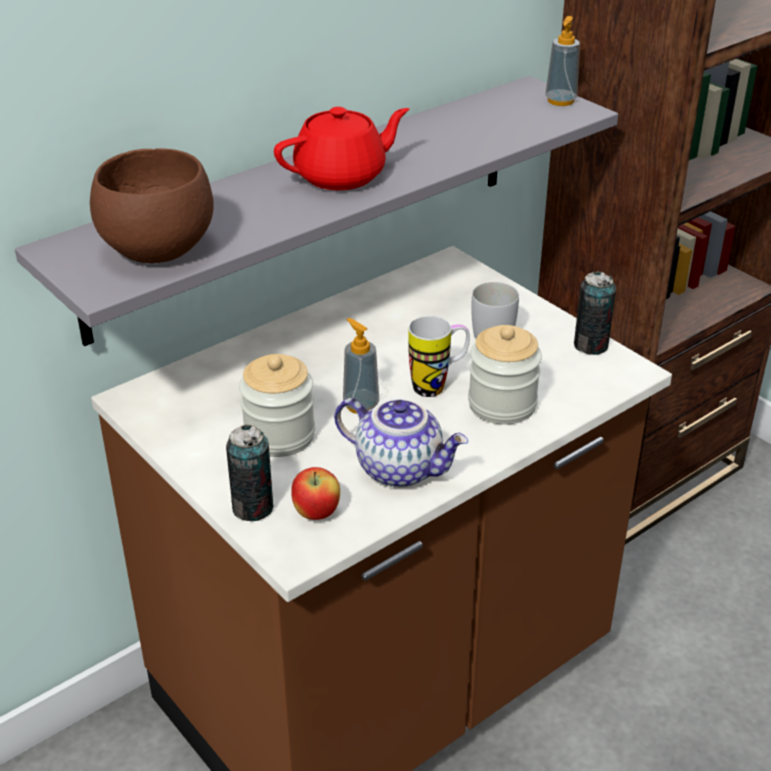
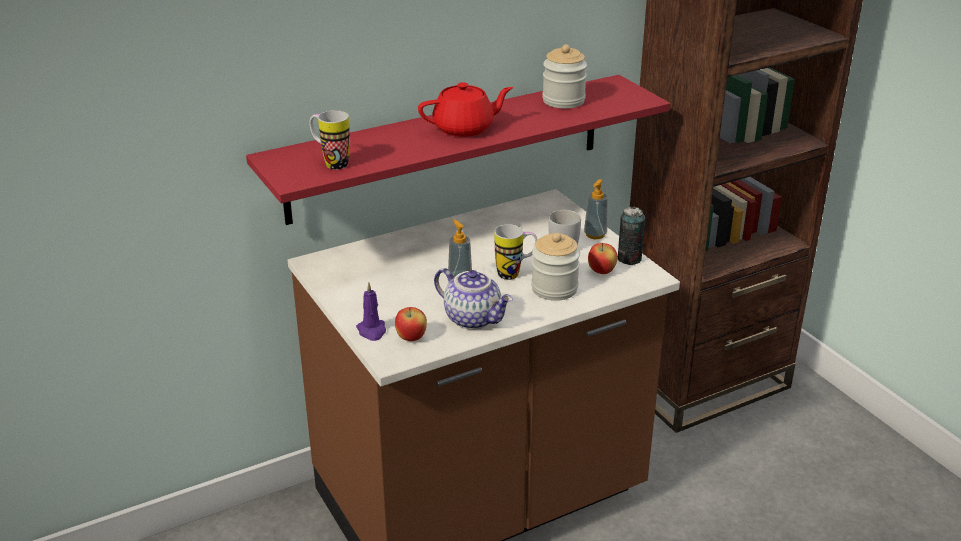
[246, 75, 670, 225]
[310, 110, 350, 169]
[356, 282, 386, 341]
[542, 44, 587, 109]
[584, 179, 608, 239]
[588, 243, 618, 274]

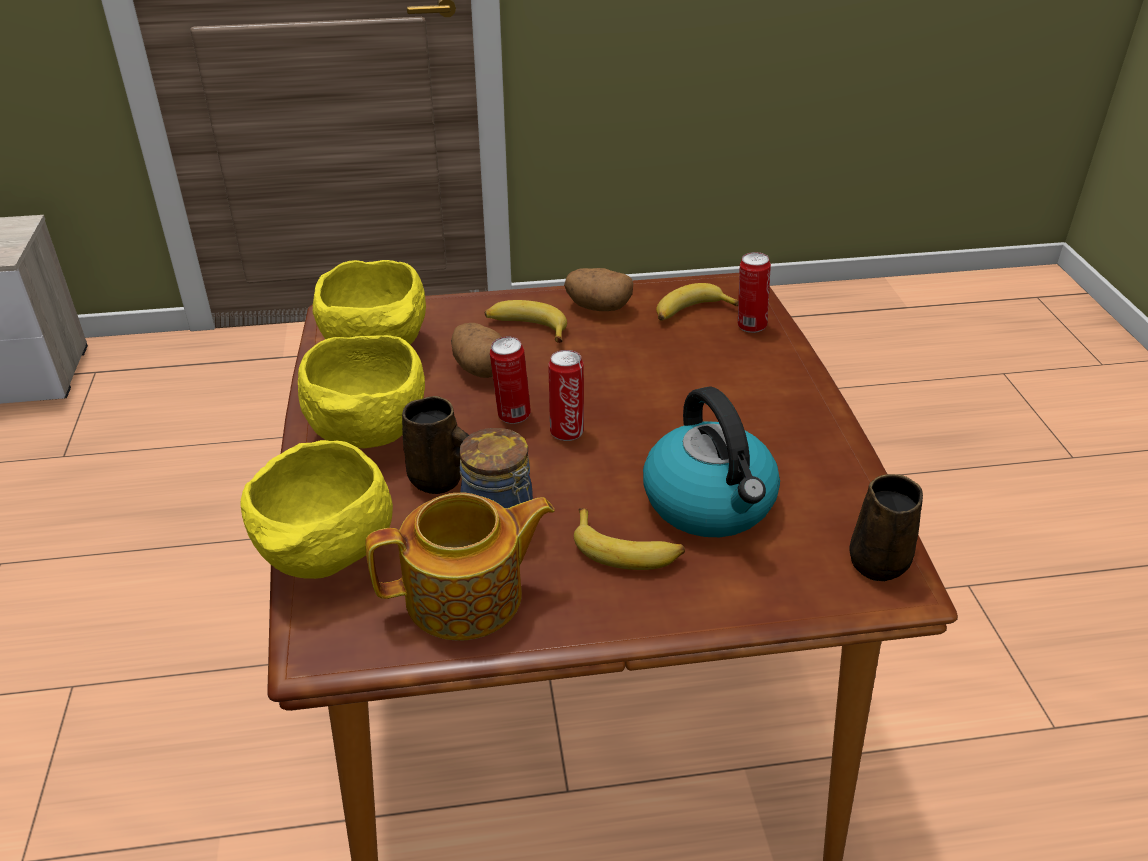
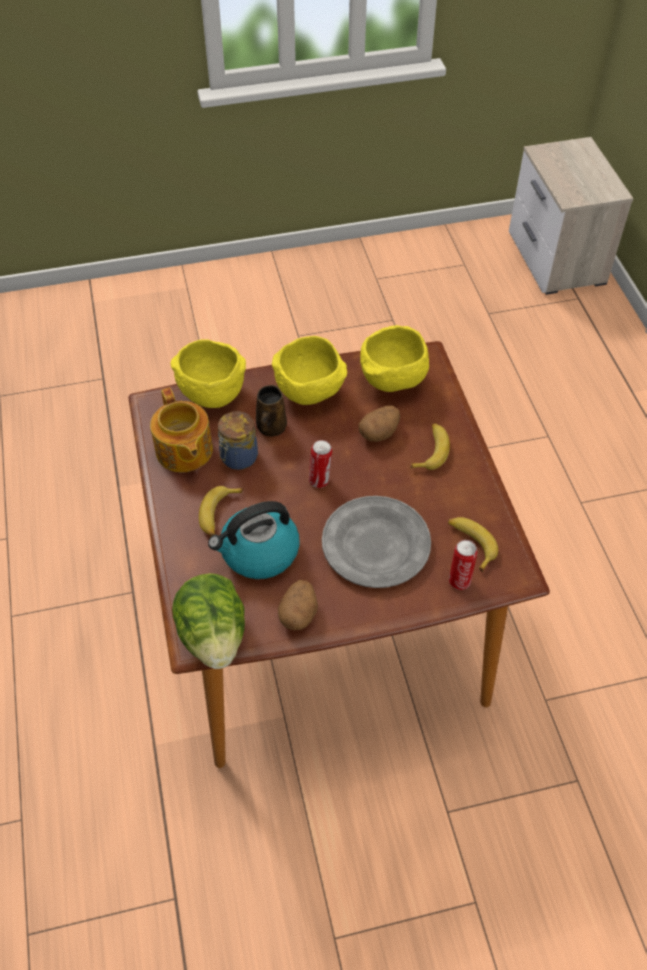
[490, 336, 531, 424] (first image)
[278, 580, 318, 630]
[172, 573, 245, 669]
[322, 496, 431, 588]

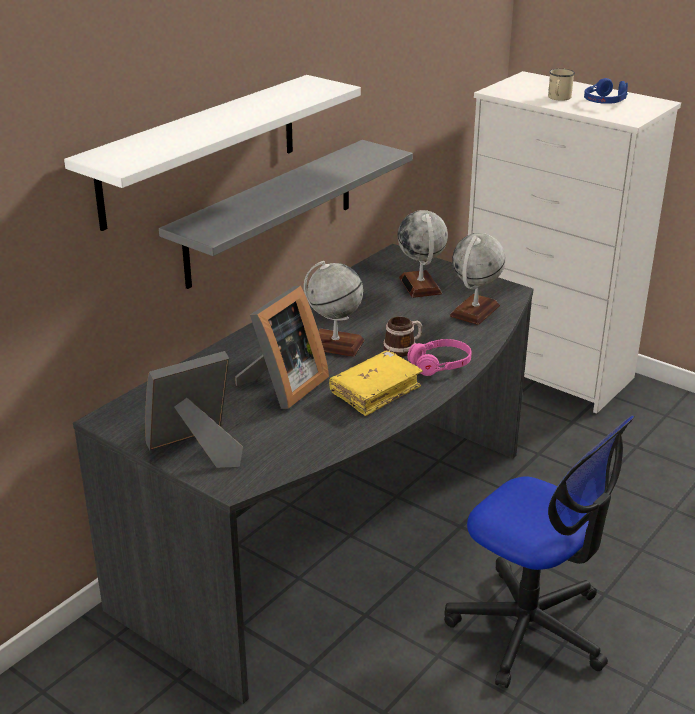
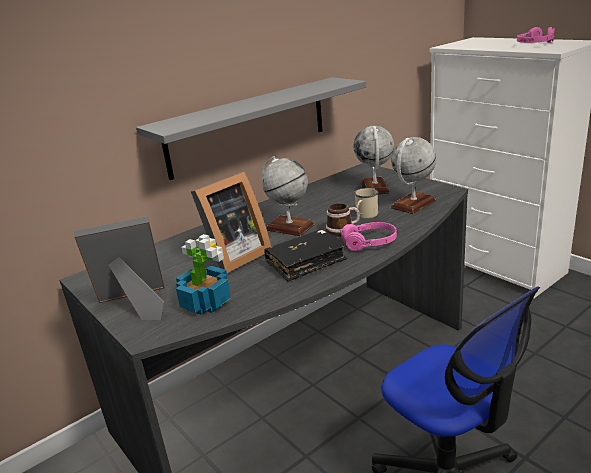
[64, 75, 361, 231] (first image)
[264, 229, 347, 282]
[354, 188, 378, 219]
[517, 27, 554, 43]
[176, 234, 231, 315]

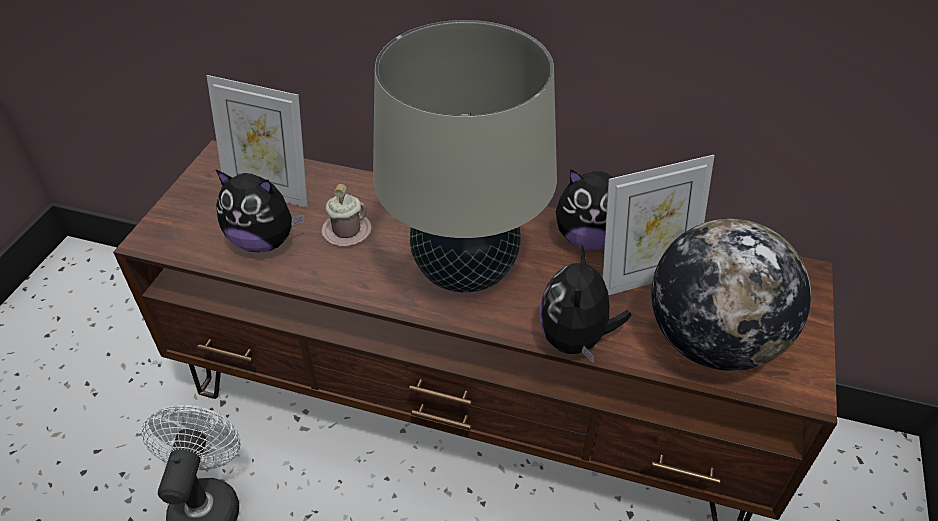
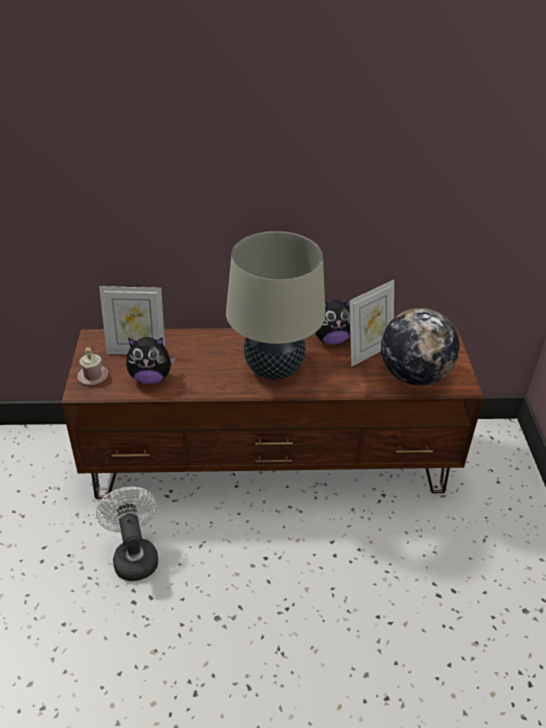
[77, 347, 108, 385]
[540, 245, 632, 363] (first image)

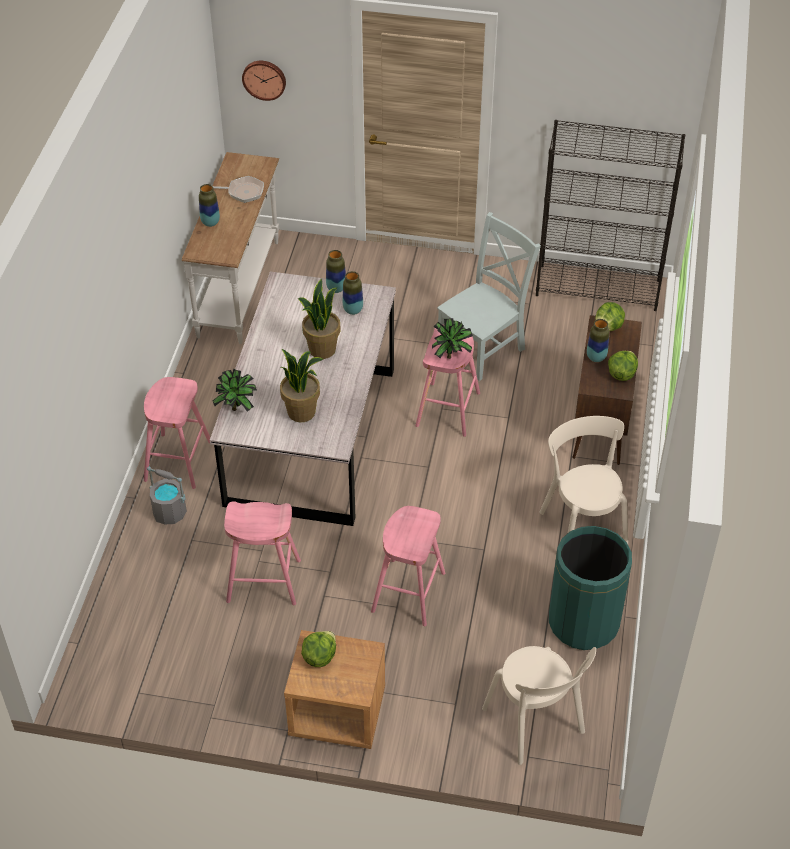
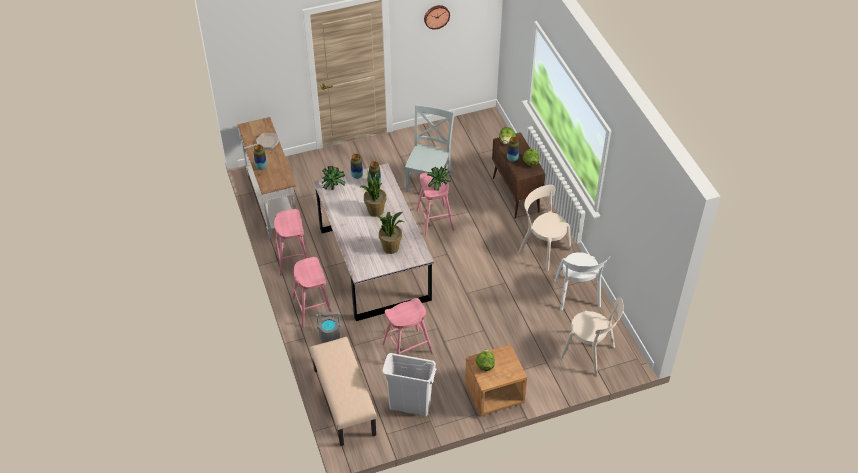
[322, 166, 345, 190]
[424, 5, 450, 30]
[274, 209, 307, 276]
[536, 120, 685, 311] (first image)
[554, 252, 610, 310]
[310, 337, 377, 446]
[382, 353, 436, 416]

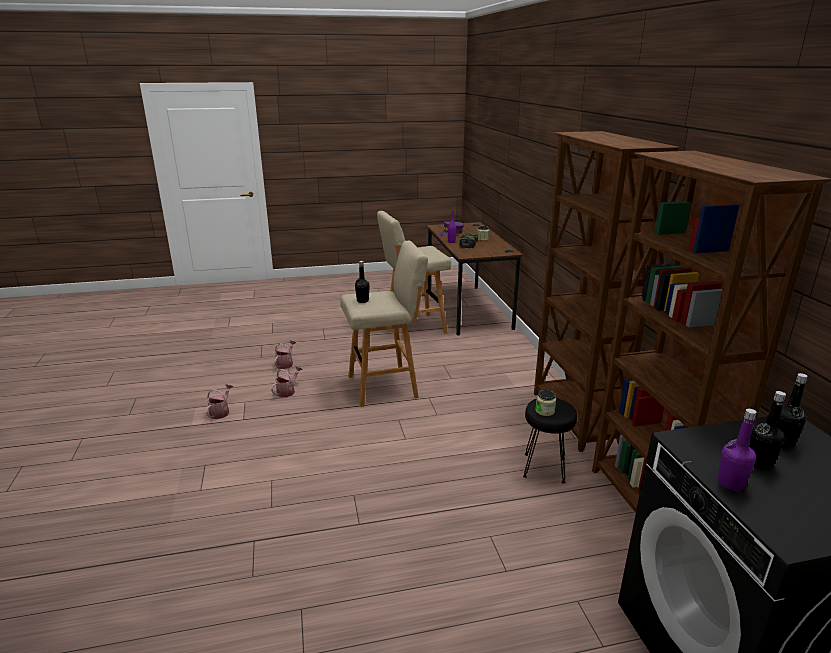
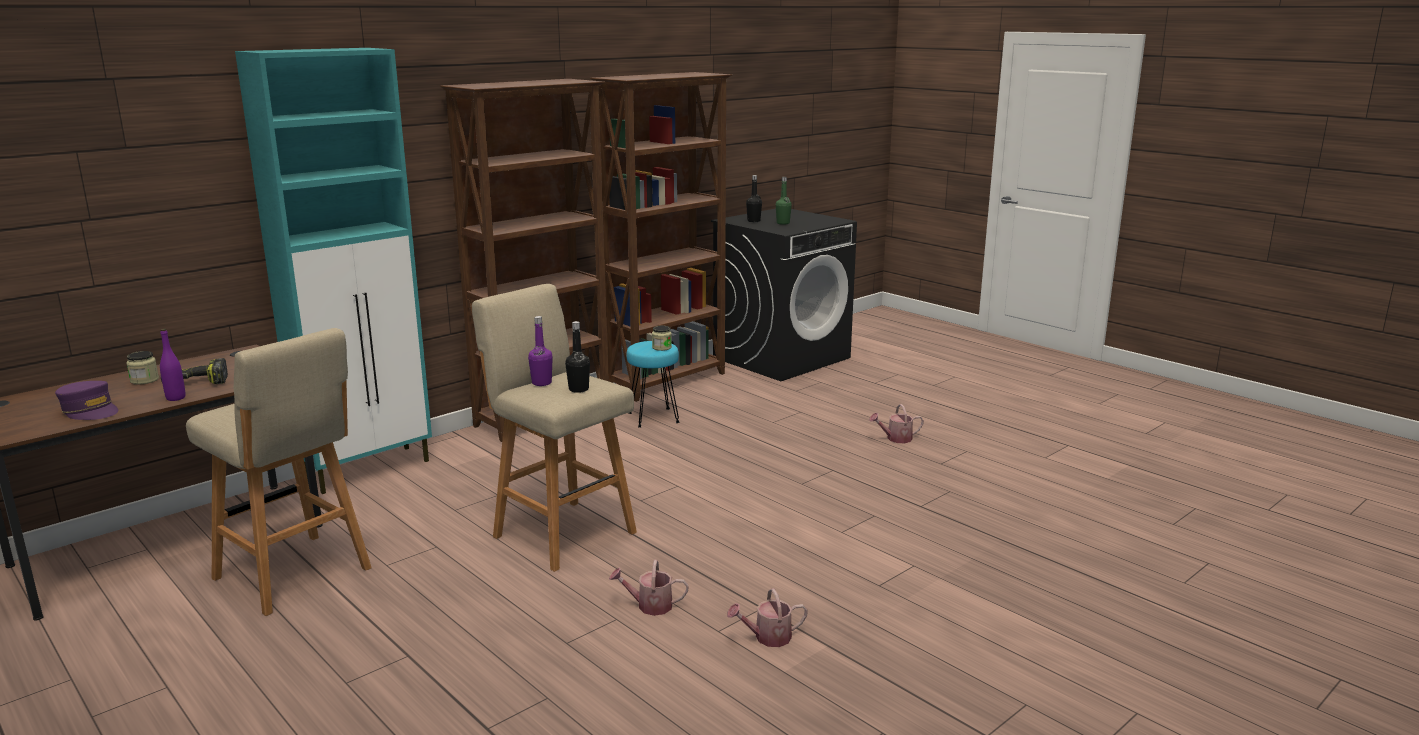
[869, 404, 924, 443]
[627, 341, 680, 428]
[528, 316, 553, 386]
[776, 177, 792, 225]
[235, 48, 432, 494]

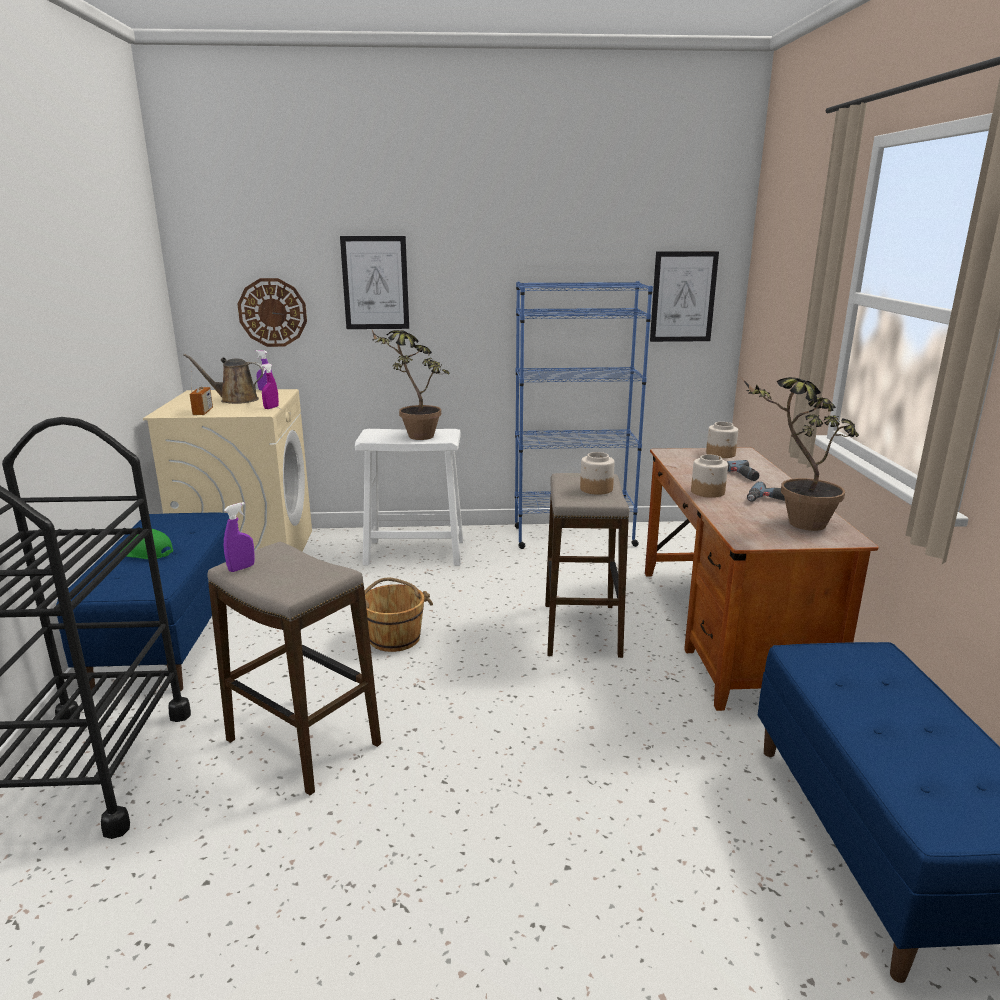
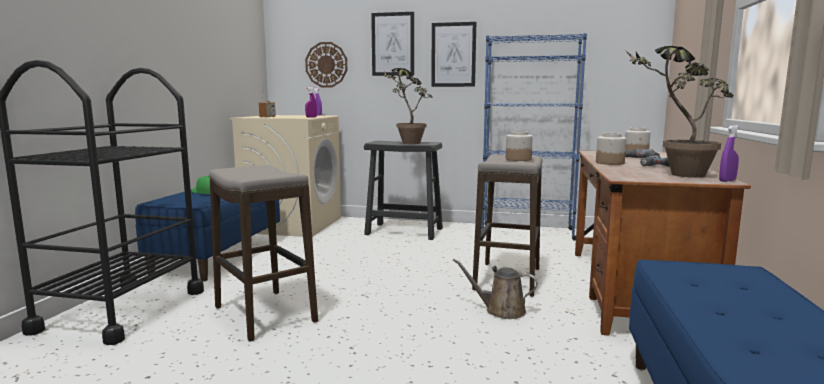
[453, 259, 538, 319]
[719, 125, 740, 182]
[364, 141, 443, 240]
[365, 577, 433, 652] (first image)
[431, 22, 476, 87]

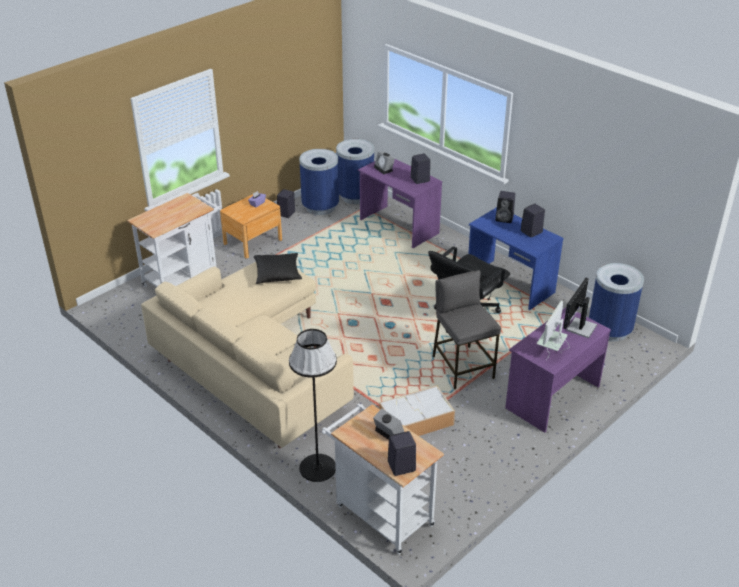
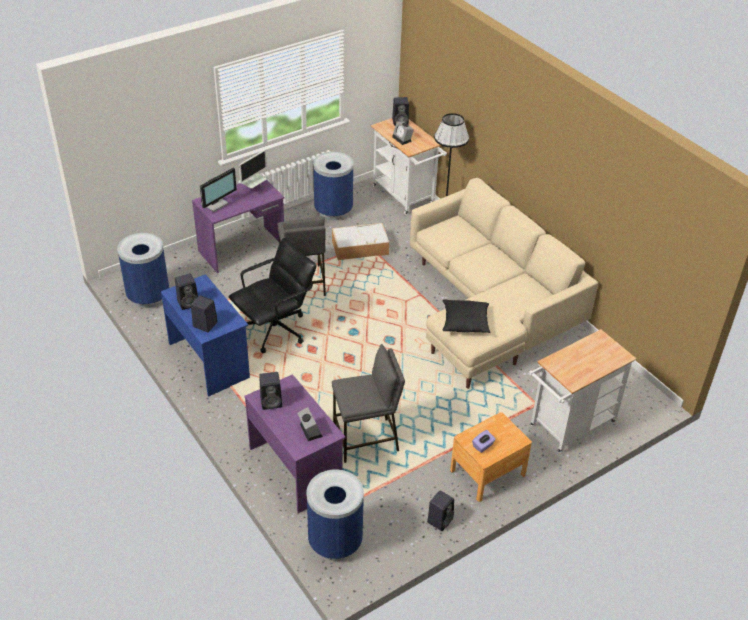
[313, 152, 353, 220]
[332, 344, 405, 463]

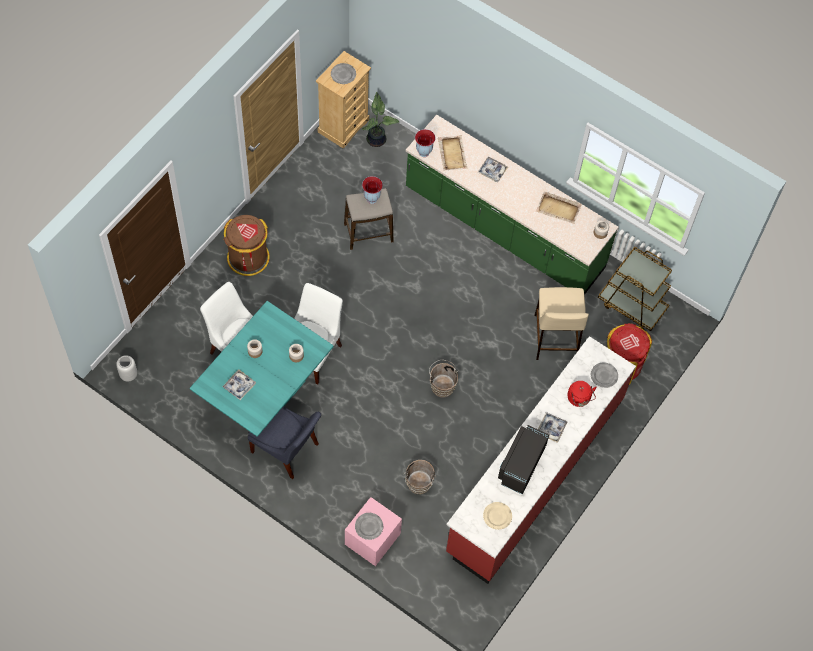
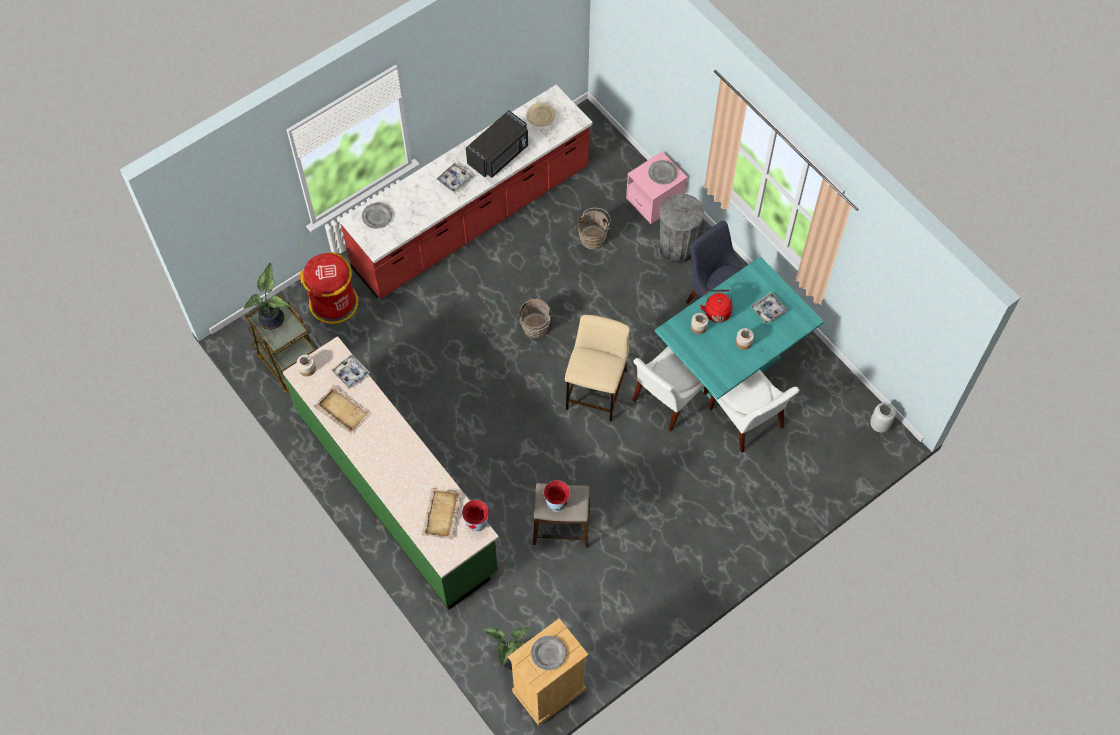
[223, 215, 270, 276] (first image)
[331, 354, 370, 389]
[565, 315, 630, 422]
[700, 290, 732, 323]
[244, 262, 290, 330]
[659, 193, 704, 263]

